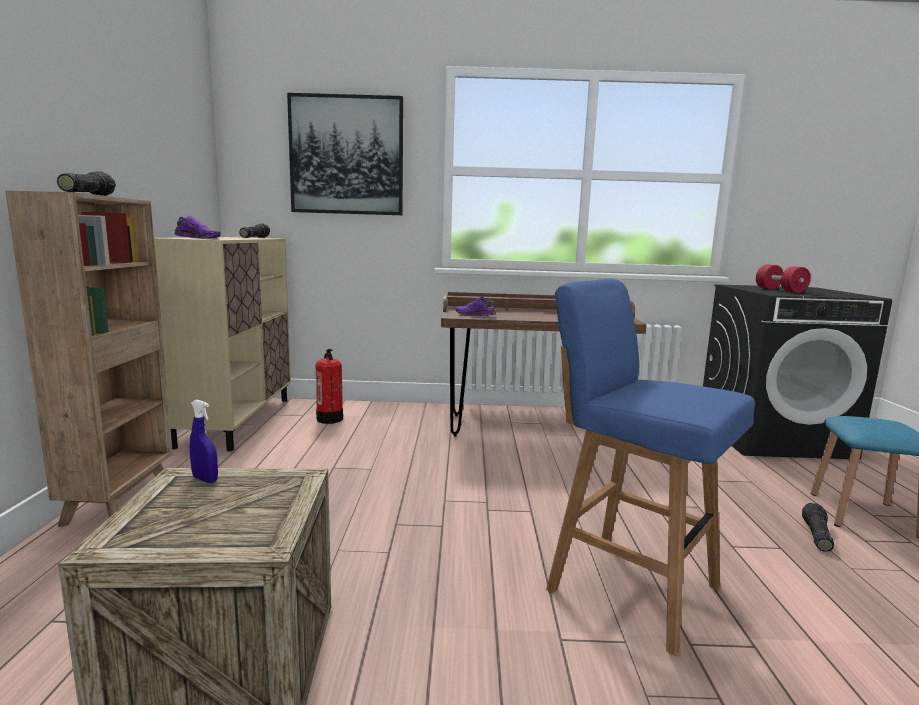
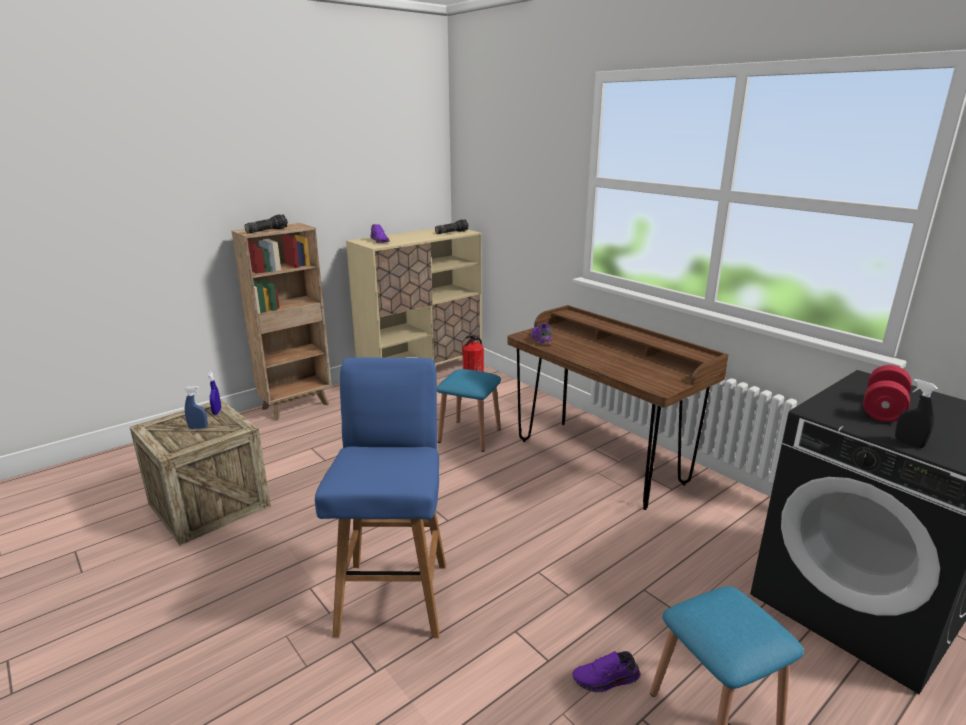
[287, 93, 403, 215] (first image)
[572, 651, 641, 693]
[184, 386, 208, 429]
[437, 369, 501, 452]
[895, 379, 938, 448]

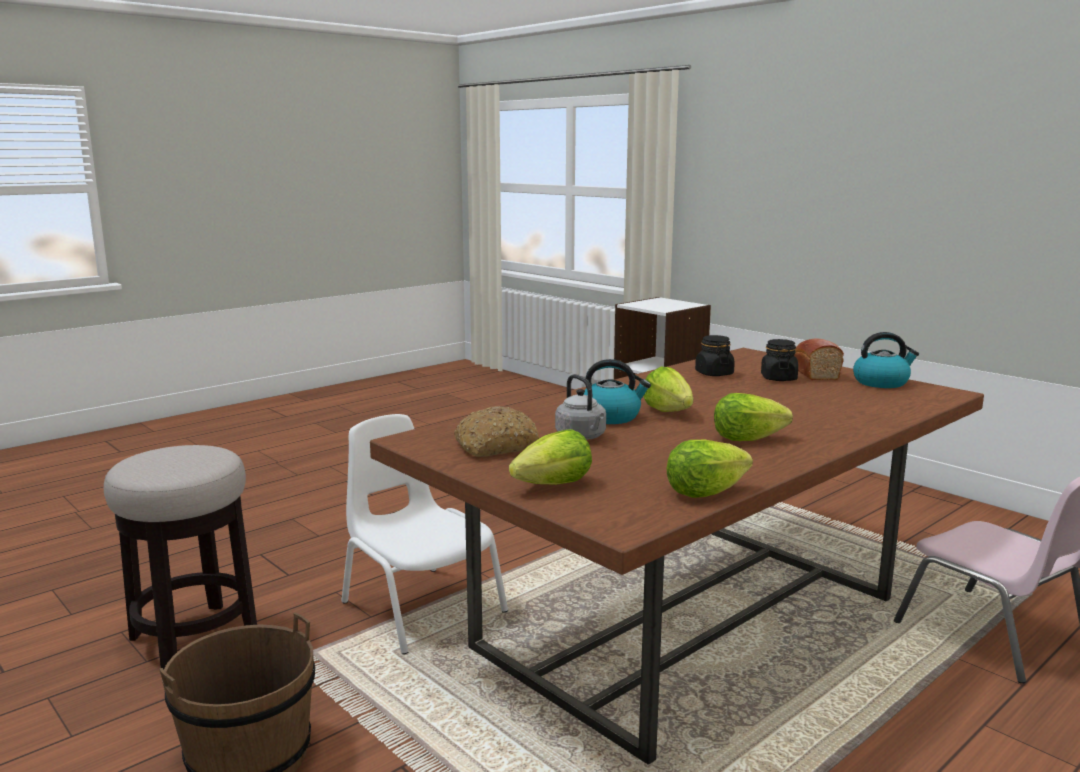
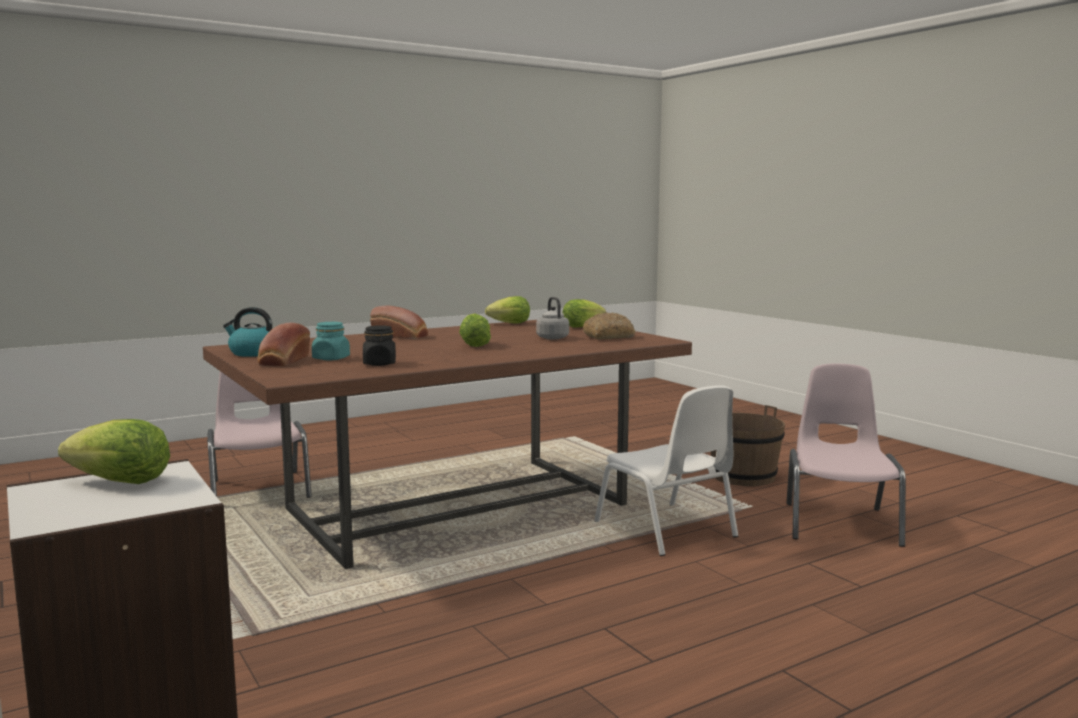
[787, 364, 906, 547]
[584, 359, 651, 424] (first image)
[58, 419, 170, 484]
[312, 322, 350, 360]
[370, 306, 428, 340]

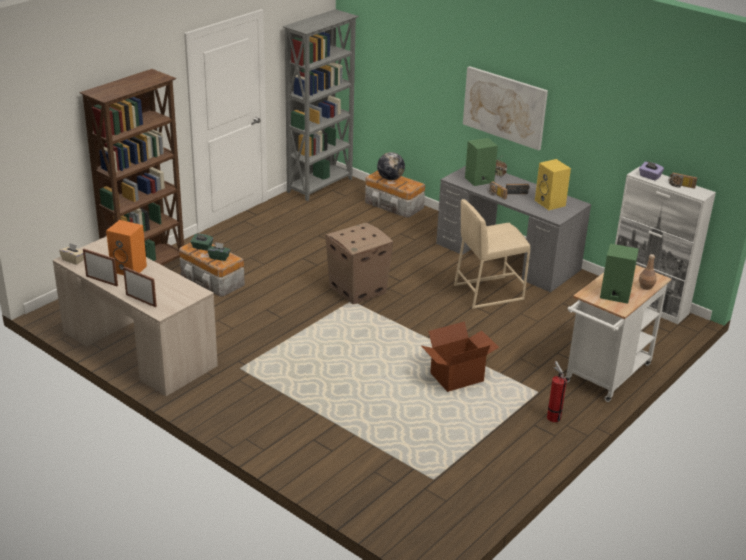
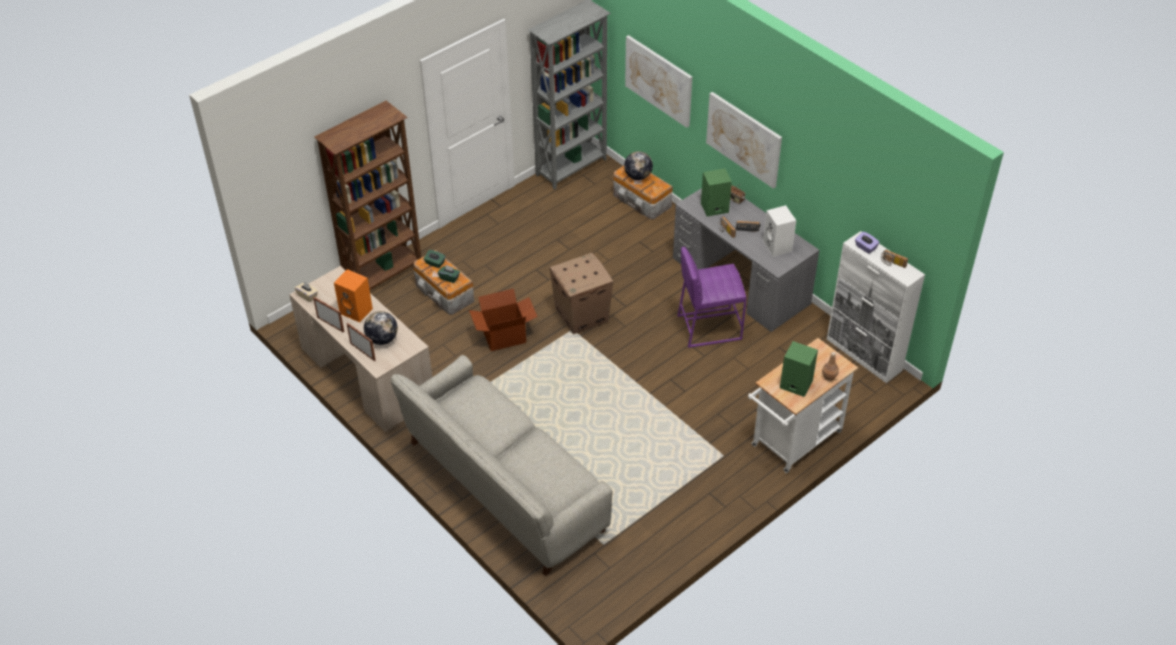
[469, 289, 537, 351]
[677, 247, 746, 348]
[763, 205, 796, 257]
[547, 361, 567, 422] (first image)
[364, 311, 398, 345]
[391, 355, 612, 576]
[625, 35, 692, 128]

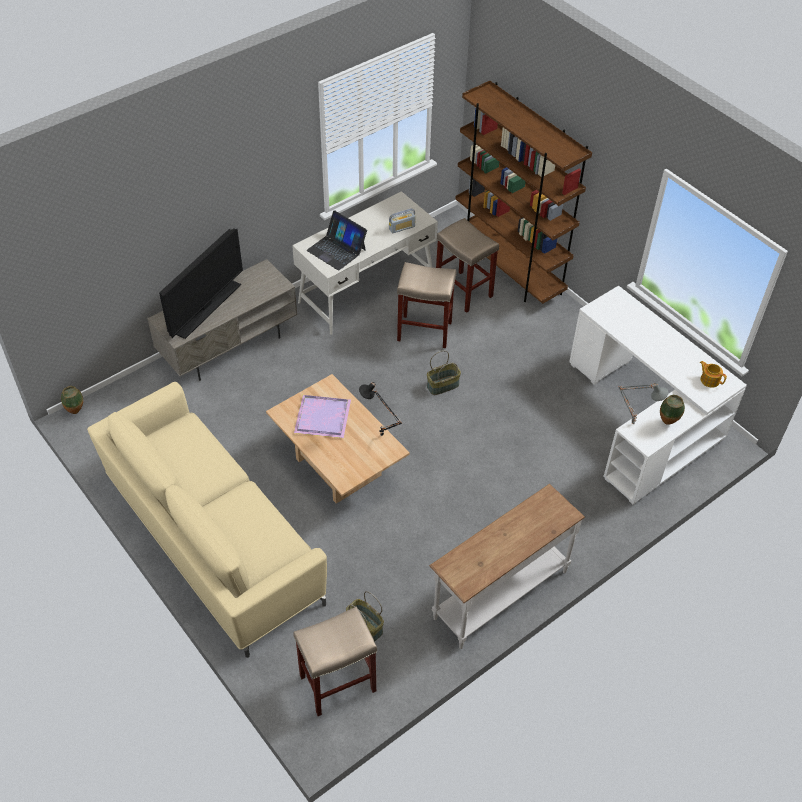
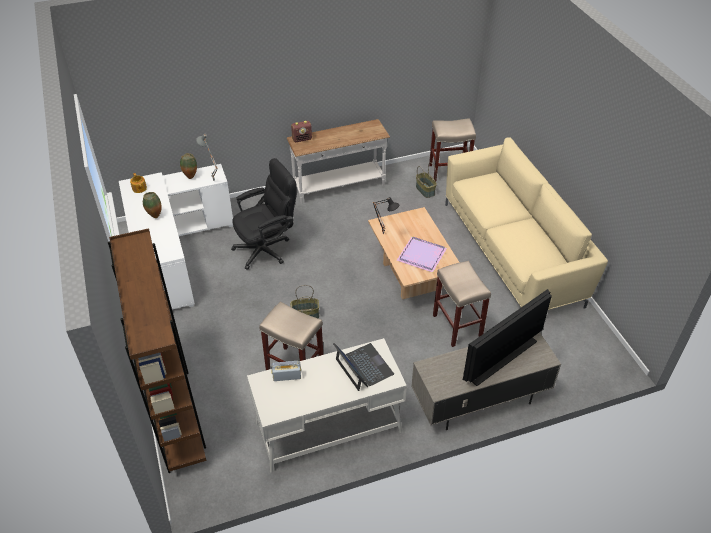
[143, 192, 162, 218]
[433, 261, 491, 347]
[231, 158, 297, 270]
[291, 121, 312, 142]

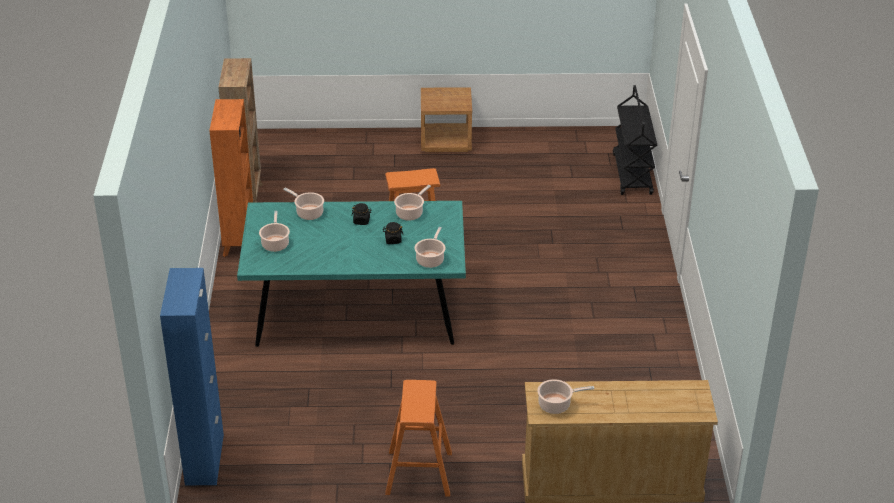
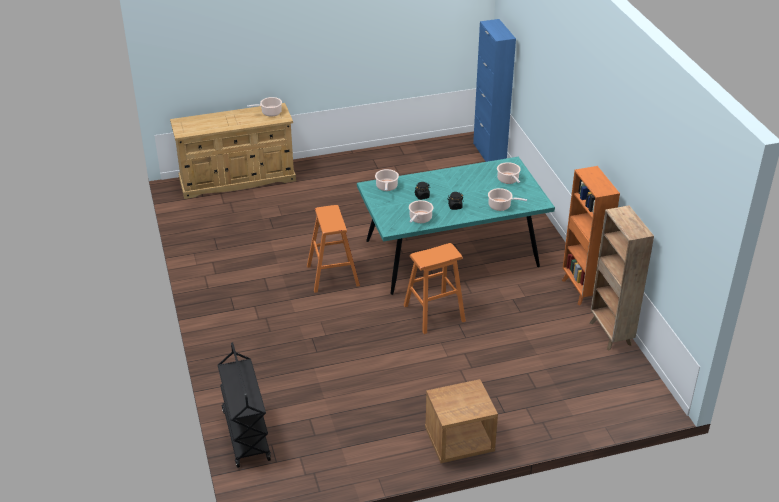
[307, 205, 360, 293]

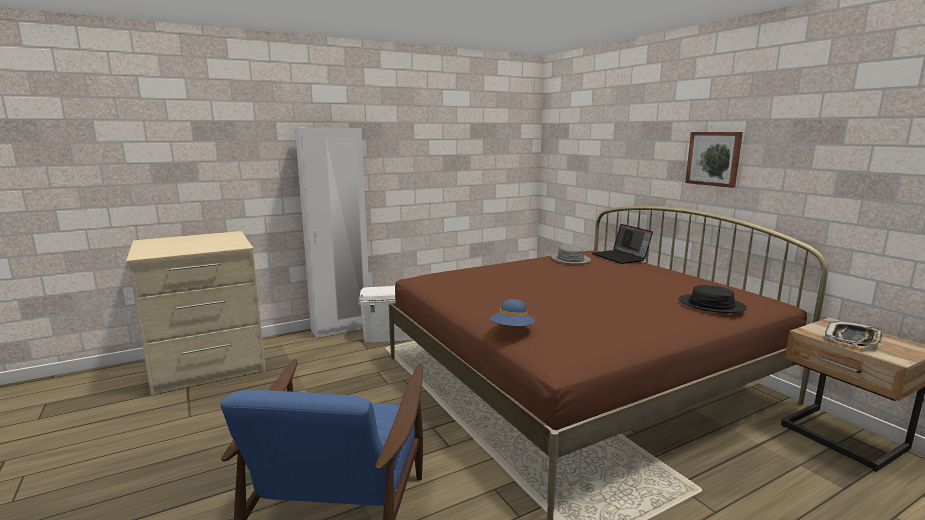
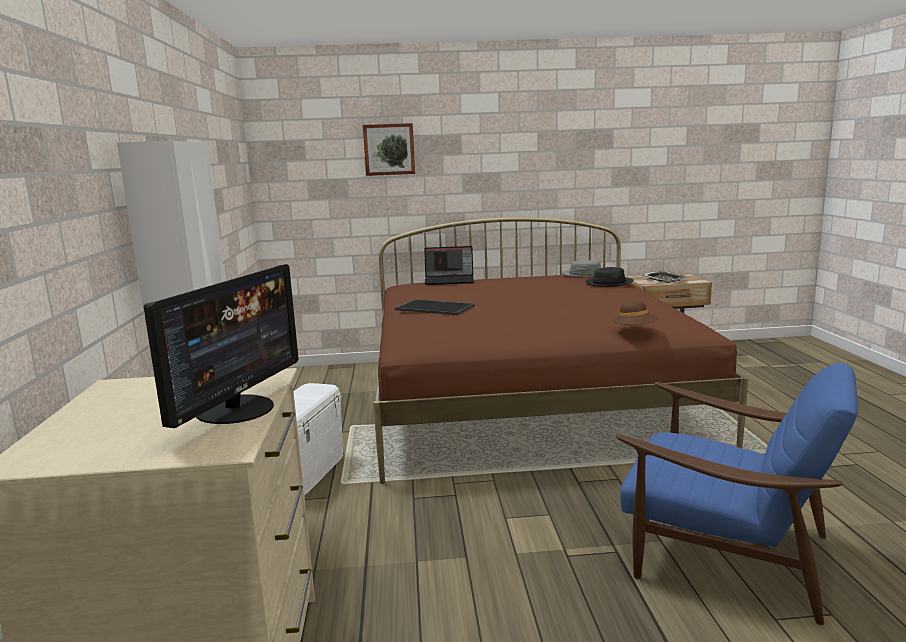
[612, 300, 659, 326]
[561, 260, 601, 277]
[363, 123, 415, 176]
[144, 264, 299, 428]
[395, 299, 475, 315]

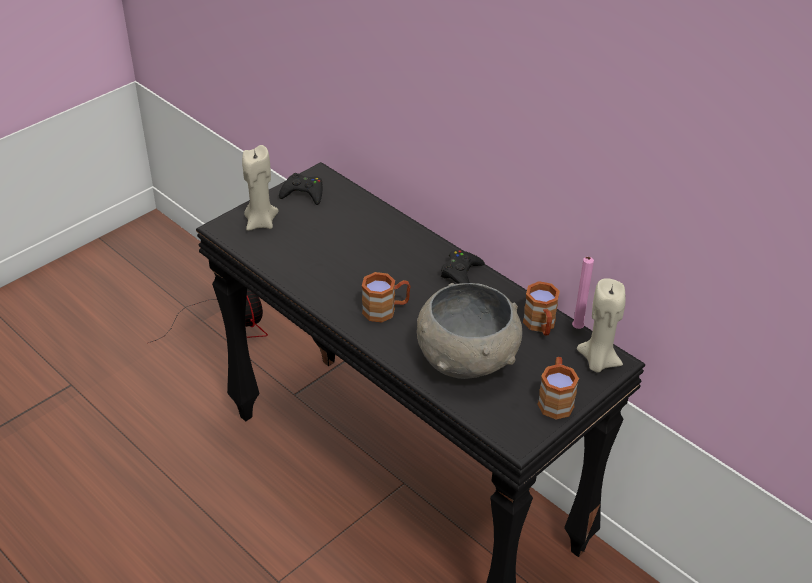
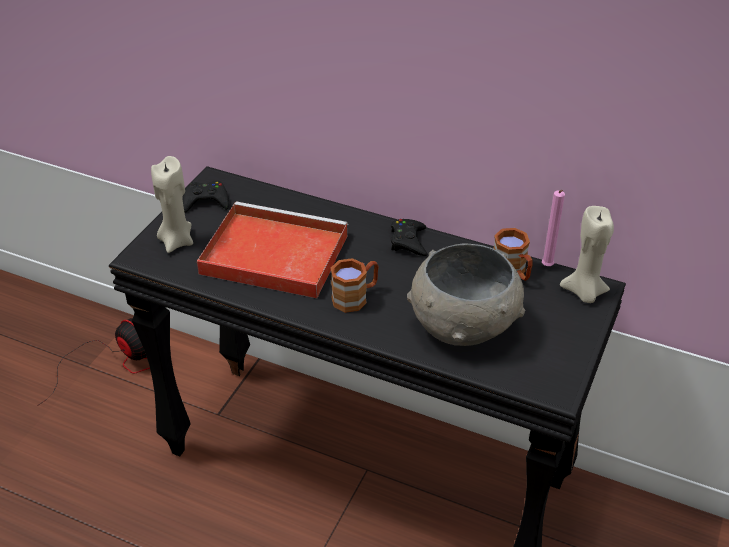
[537, 357, 579, 420] (first image)
[197, 201, 348, 298]

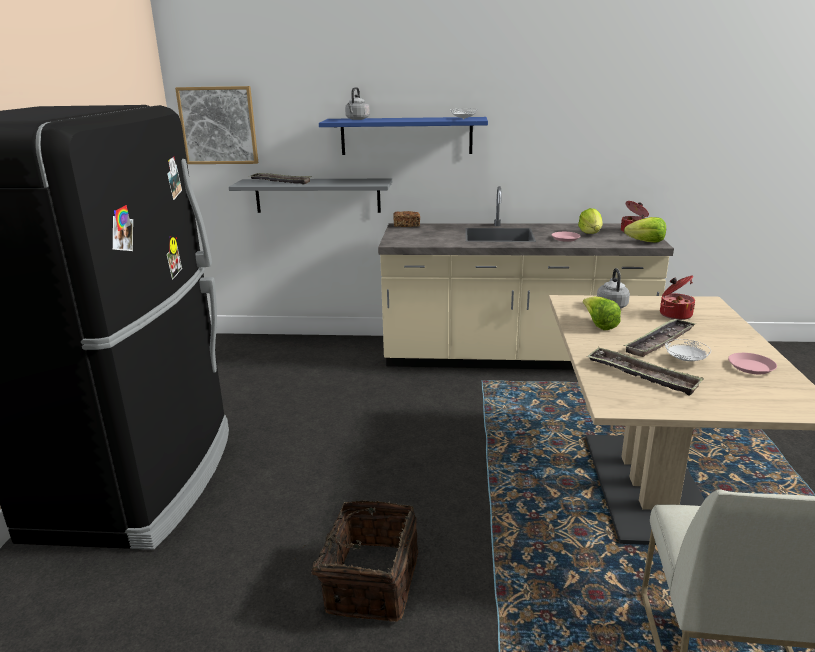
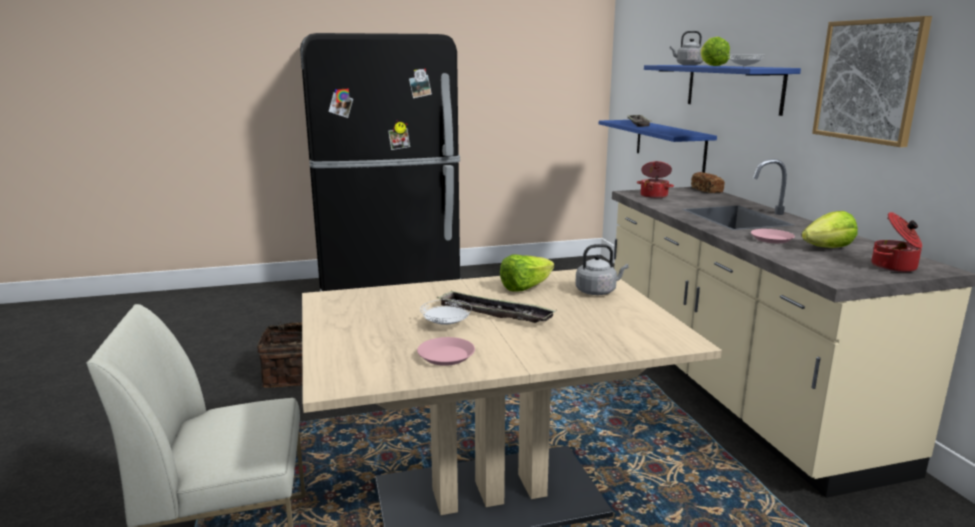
[812, 16, 932, 147]
[599, 120, 717, 173]
[587, 347, 704, 396] (first image)
[701, 37, 730, 66]
[637, 161, 674, 198]

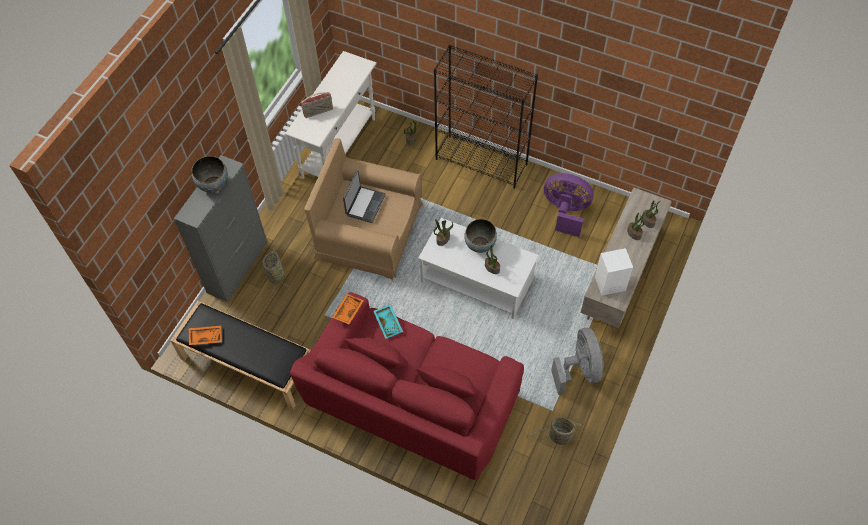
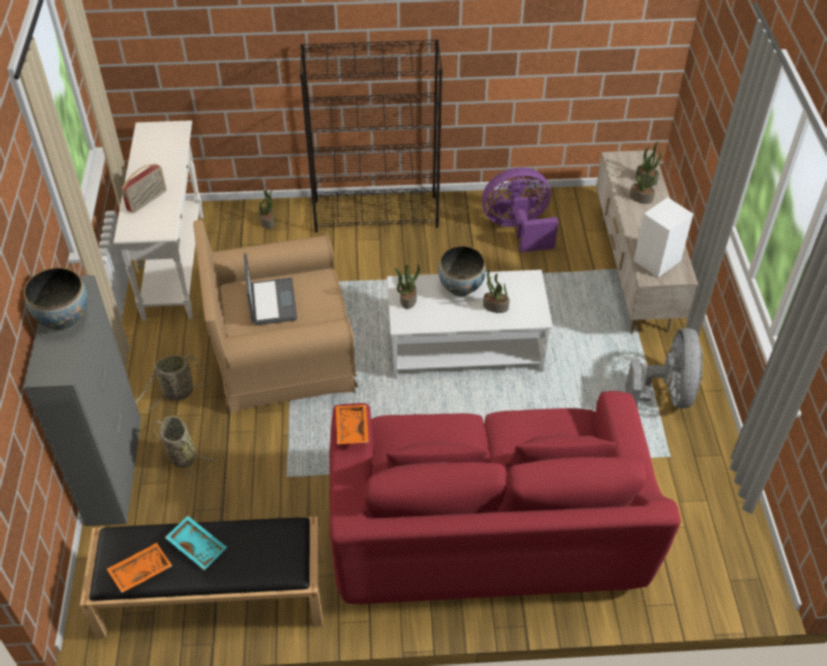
[165, 516, 227, 571]
[135, 354, 209, 412]
[626, 328, 703, 409]

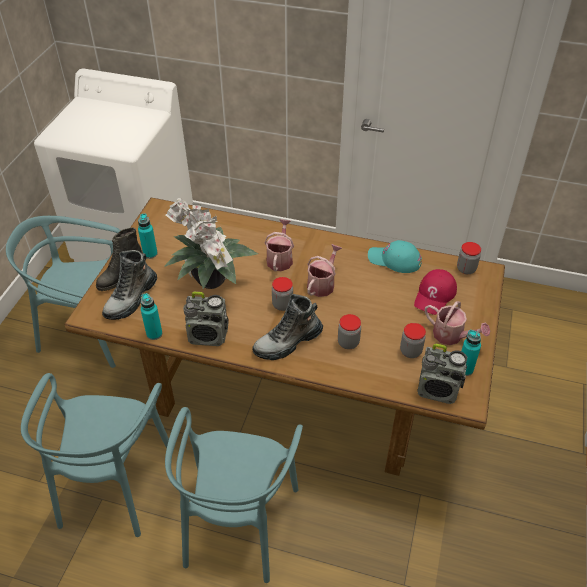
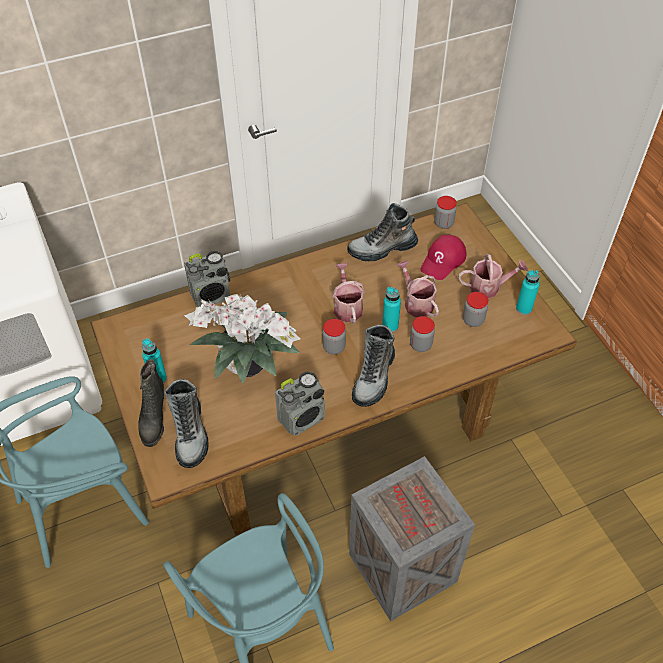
[382, 287, 401, 332]
[349, 456, 475, 622]
[397, 260, 439, 317]
[347, 203, 418, 261]
[420, 235, 466, 280]
[184, 251, 230, 307]

